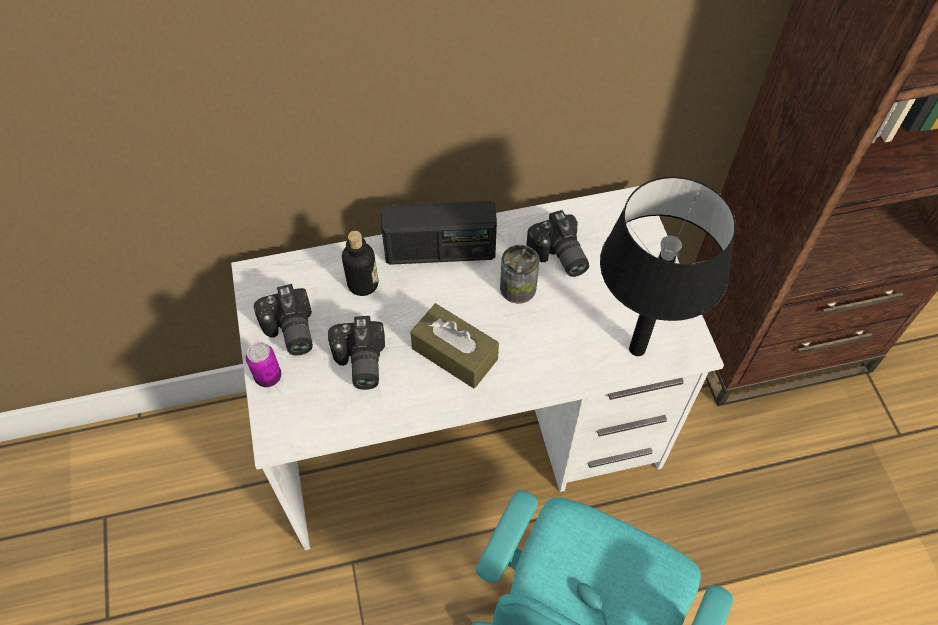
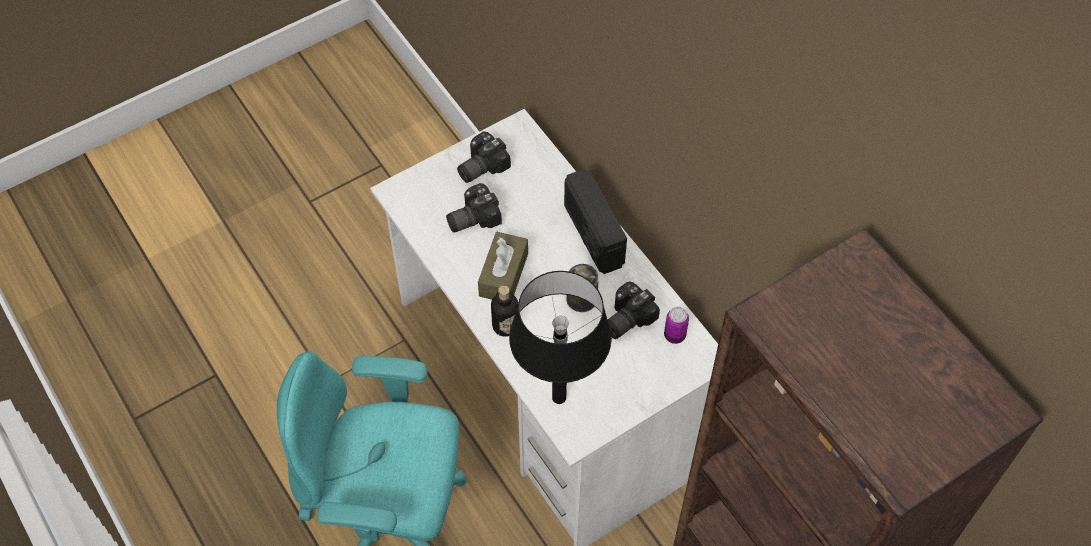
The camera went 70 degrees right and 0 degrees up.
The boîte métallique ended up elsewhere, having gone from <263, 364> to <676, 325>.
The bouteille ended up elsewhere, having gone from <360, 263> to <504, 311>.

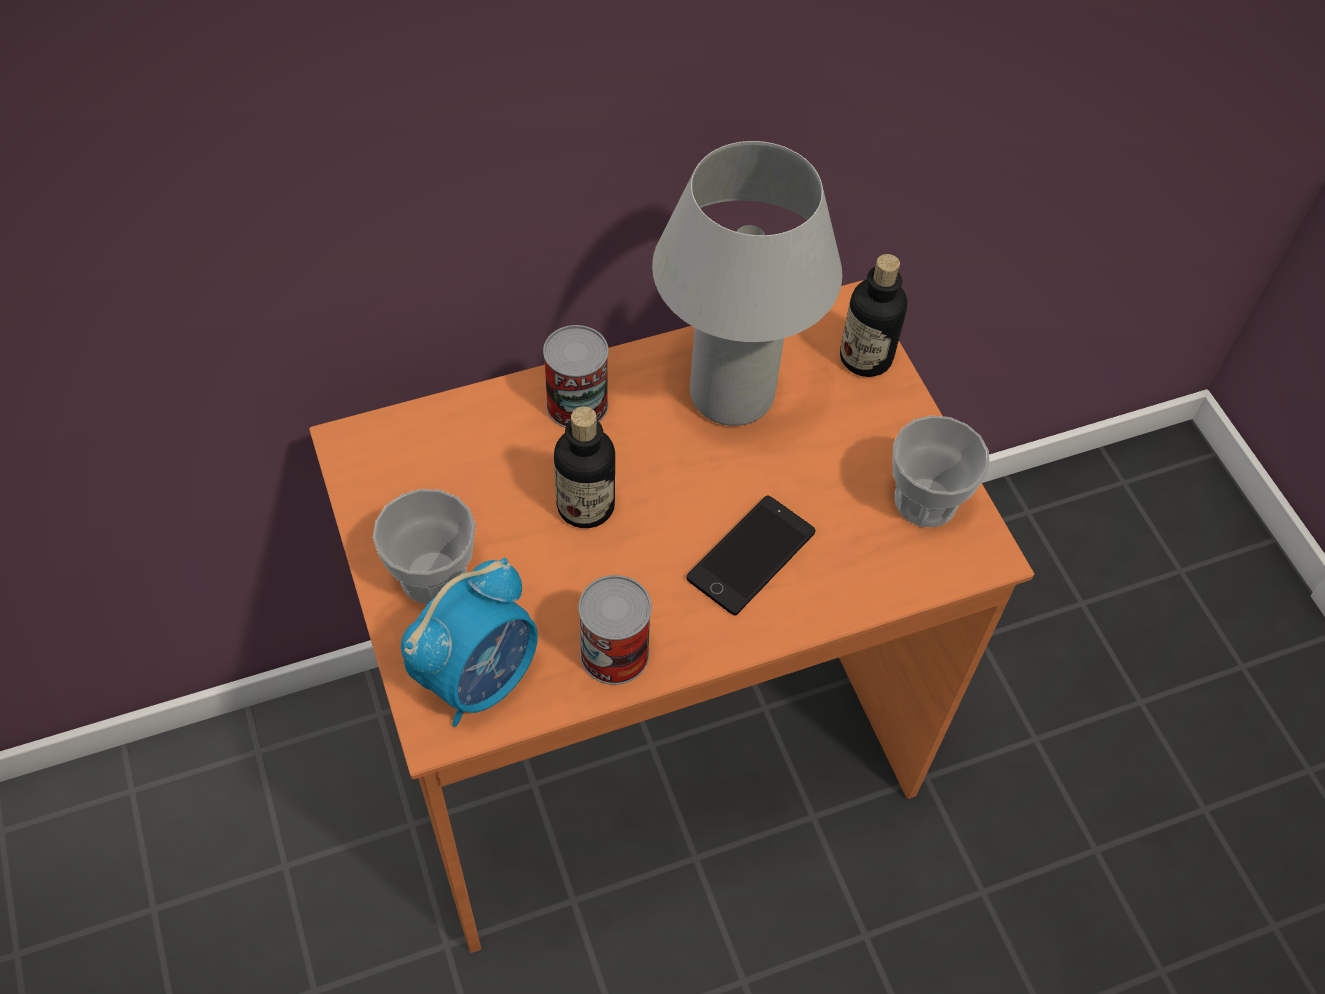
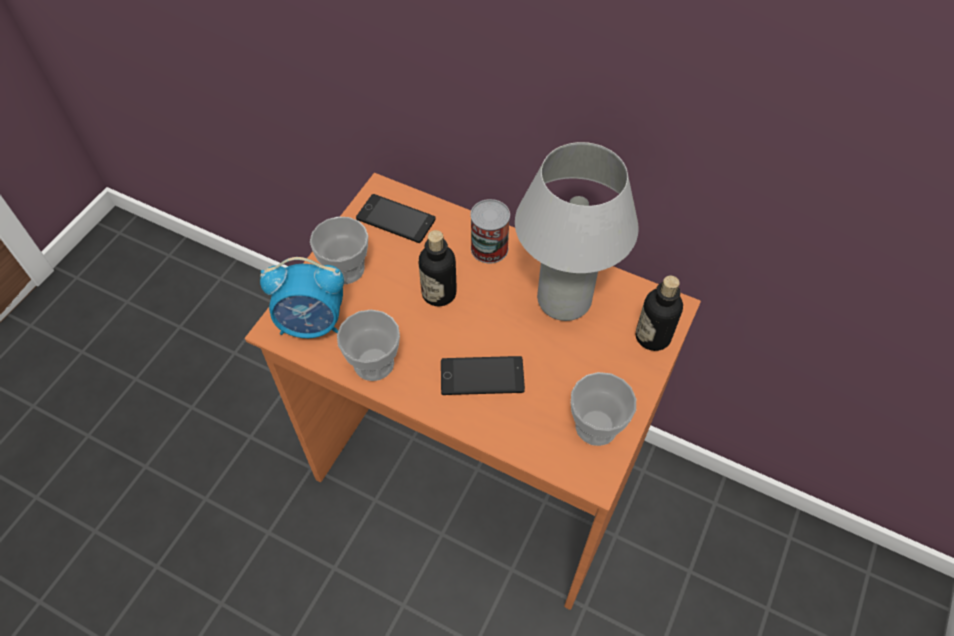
The camera went 50 degrees right and 0 degrees up.
Where the boîte métallique stood at <615, 630>, the tasse came to stand at <368, 345>.
The second view gained the téléphone at <395, 218>.

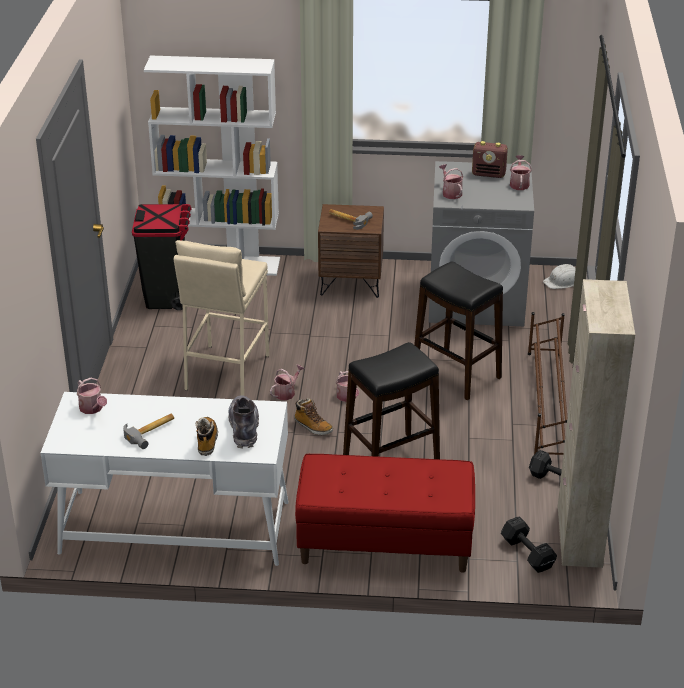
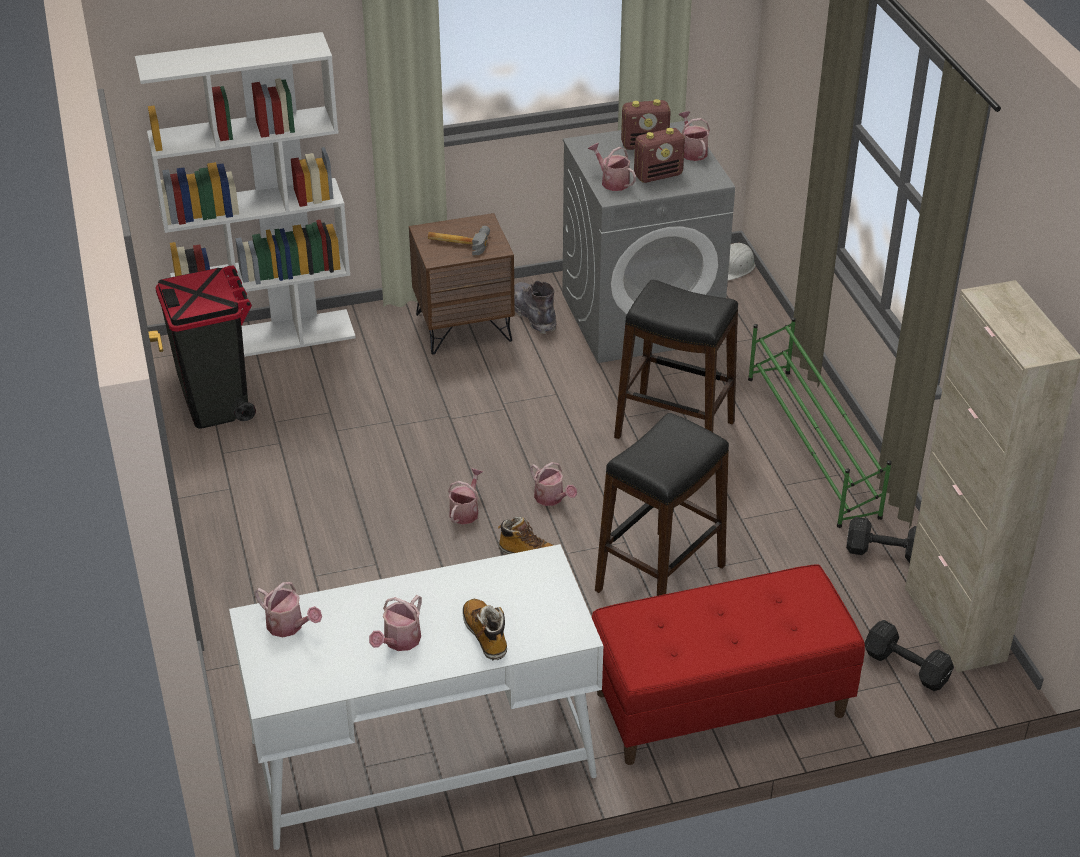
The camera went 20 degrees left and 5 degrees up.
Where the marteau stood at <148, 431>, the arrosoir came to stand at <395, 623>.
The second view lost the tabouret/beige at <221, 318>.
The botte/gris ended up elsewhere, having gone from <243, 422> to <535, 307>.
What was the étagère à chaussures/marron at <547, 383> turned into the étagère à chaussures/vert at <820, 422>.
The second view gained the radio at <659, 155>.

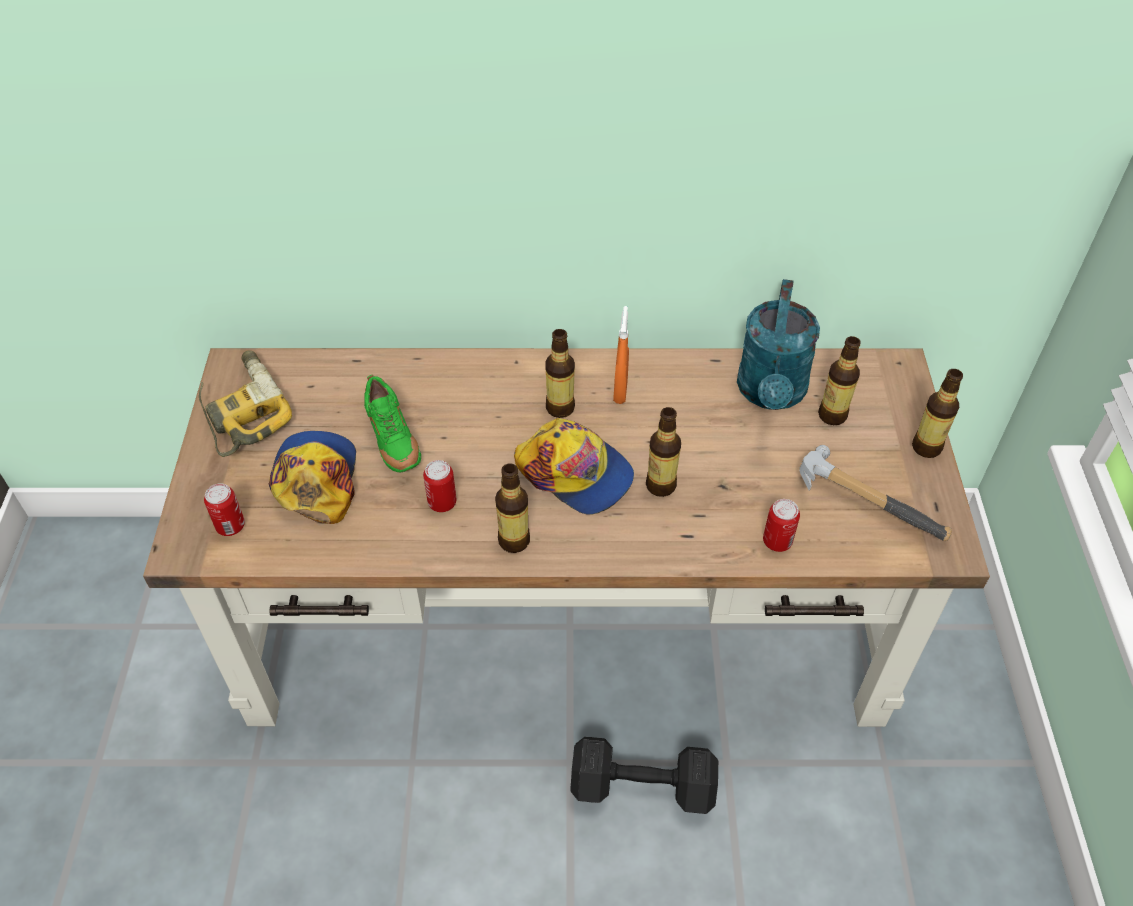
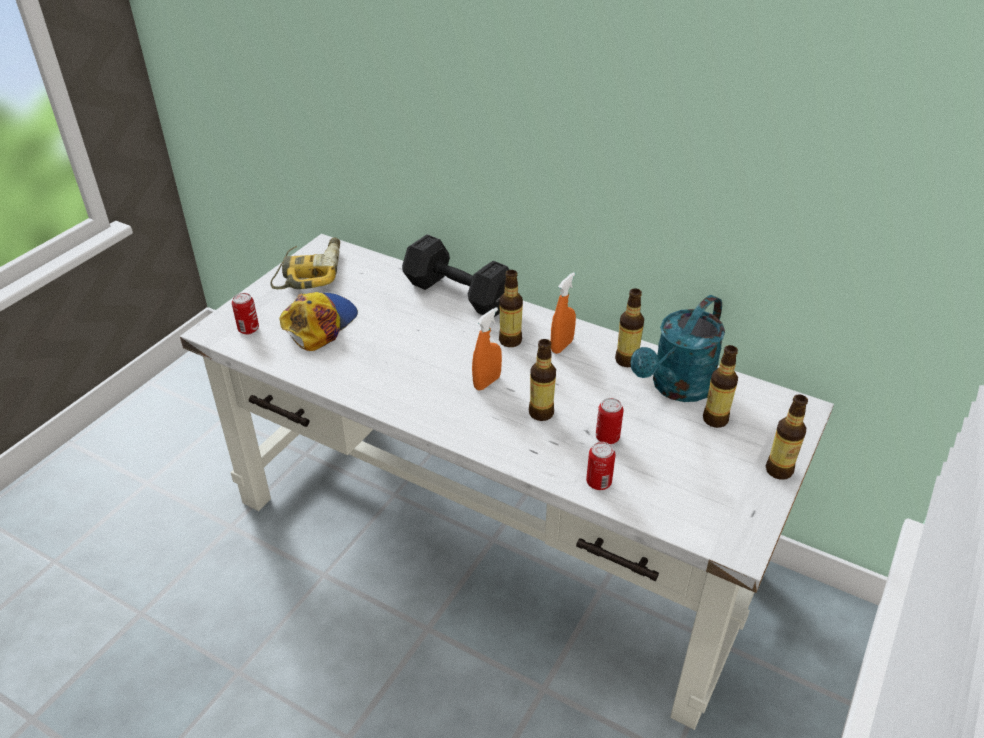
The camera went 30 degrees right and 10 degrees down.
What was the bureau/marron at <566, 537> turned into the bureau/blanc at <507, 482>.
The second view lost the chaussure/vert at <392, 423>.
The boîte métallique ended up elsewhere, having gone from <439, 486> to <610, 421>.
The bouteille ended up elsewhere, having gone from <512, 508> to <629, 327>.
Where the casquette stood at <574, 466>, the vaporisateur/orange came to stand at <487, 348>.
The haltère/noir ended up elsewhere, having gone from <644, 775> to <455, 275>.
The second view lost the marteau at <875, 493>.

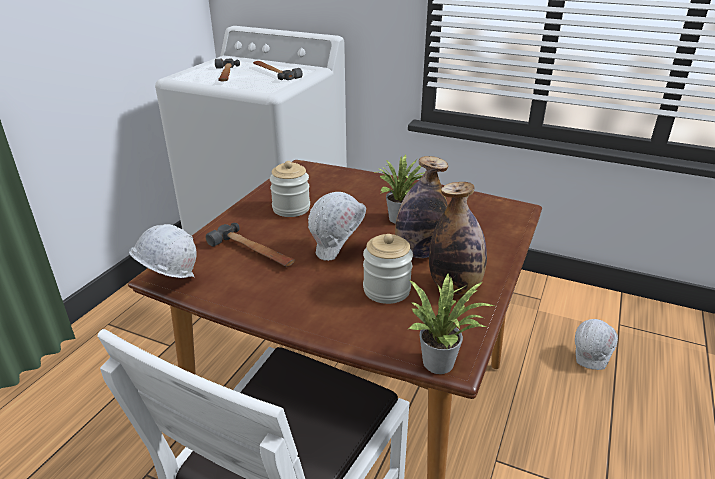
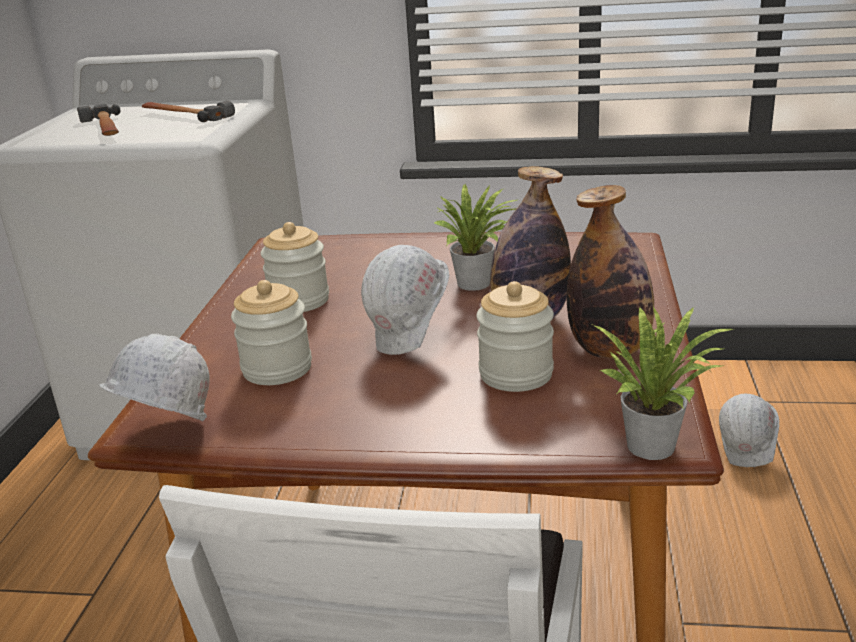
The camera went 15 degrees left and 5 degrees down.
Where the marteau stood at <250, 245>, the bocal came to stand at <271, 332>.

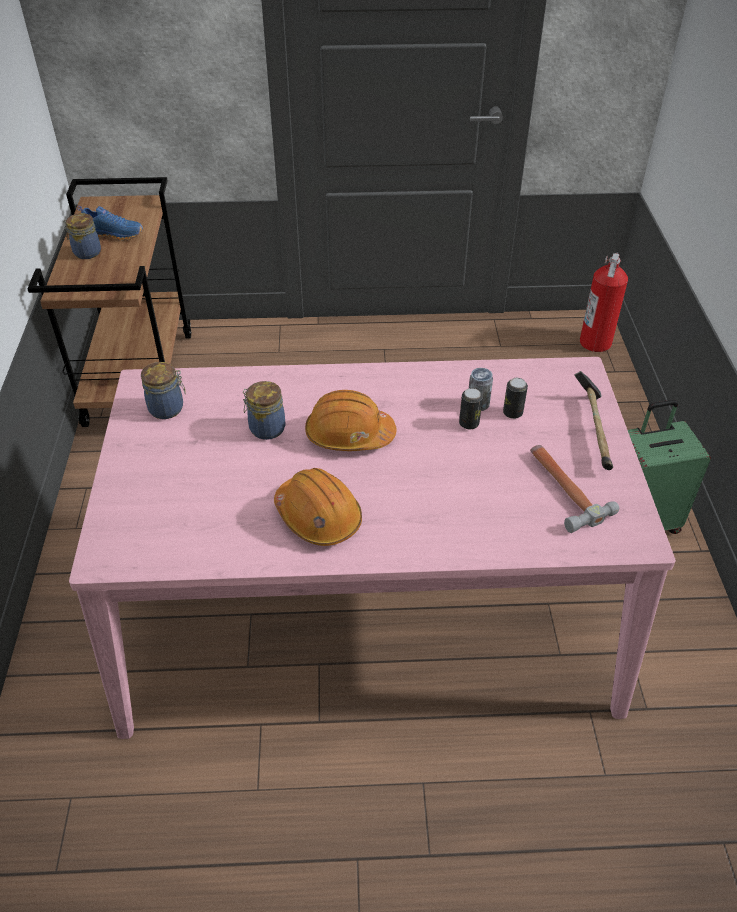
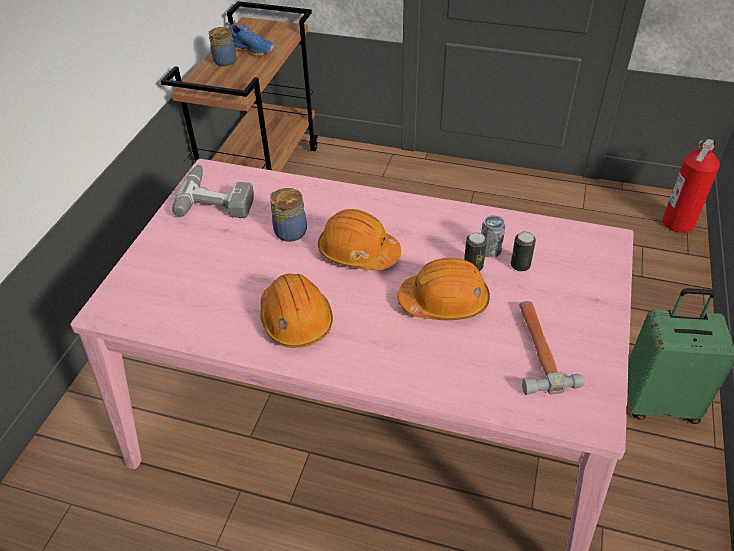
The camera went 20 degrees right and 0 degrees up.
Where the bocal stood at <163, 390>, the perceuse came to stand at <213, 191>.
The second view lost the marteau at <593, 420>.
The second view gained the casque de chantier/orange at <443, 289>.

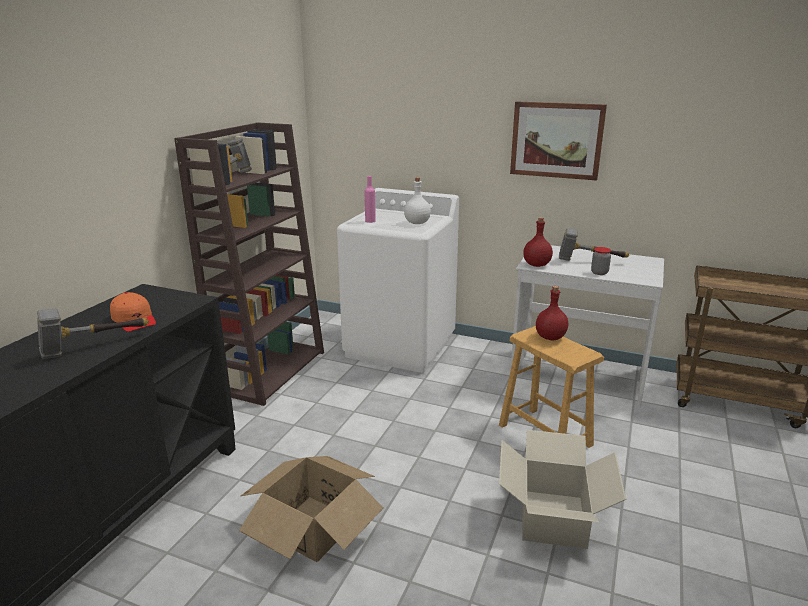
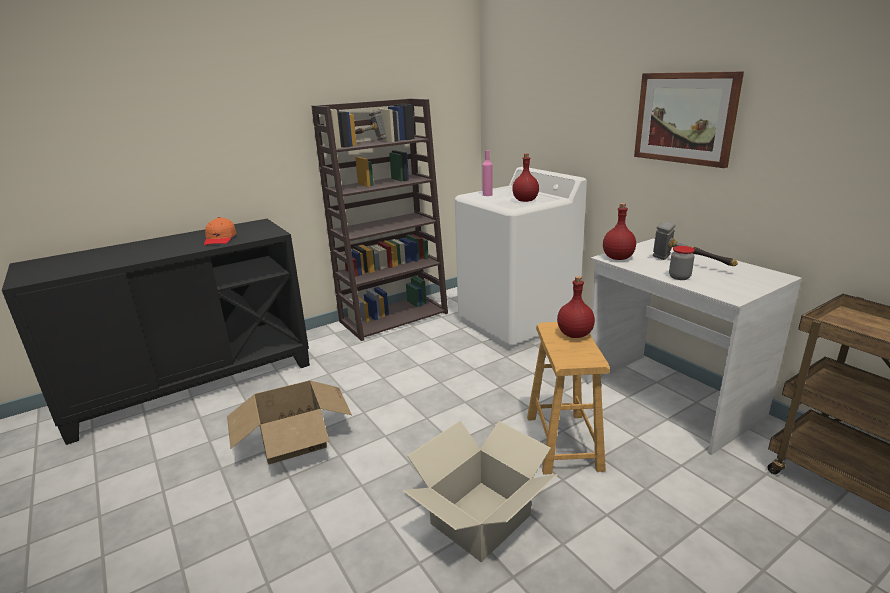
The camera went 35 degrees right and 0 degrees up.
The second view lost the marteau at <93, 334>.
What was the bouteille/blanc at <417, 200> turned into the bouteille/rouge at <525, 178>.

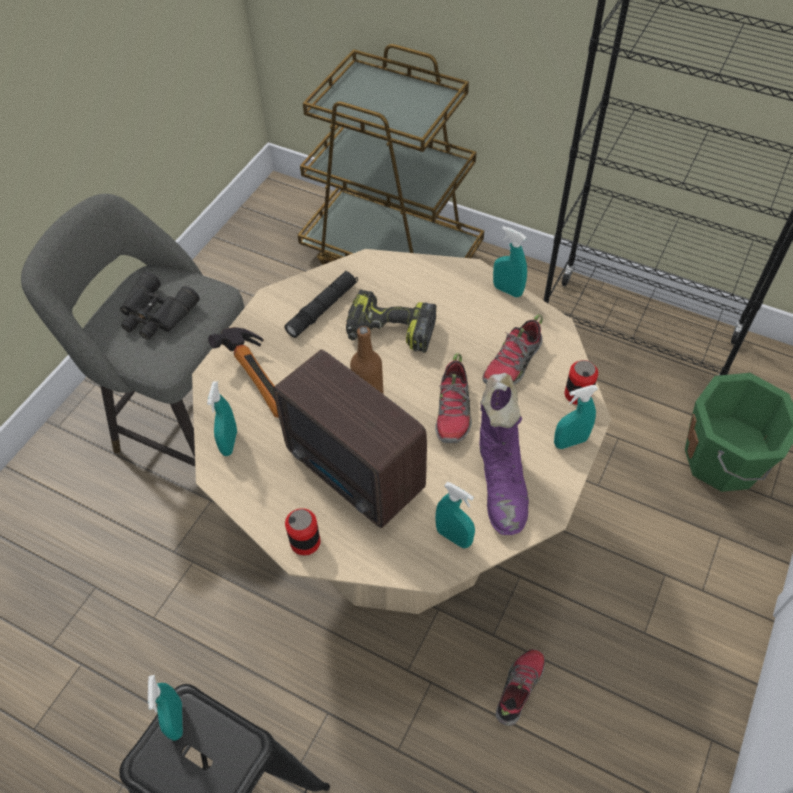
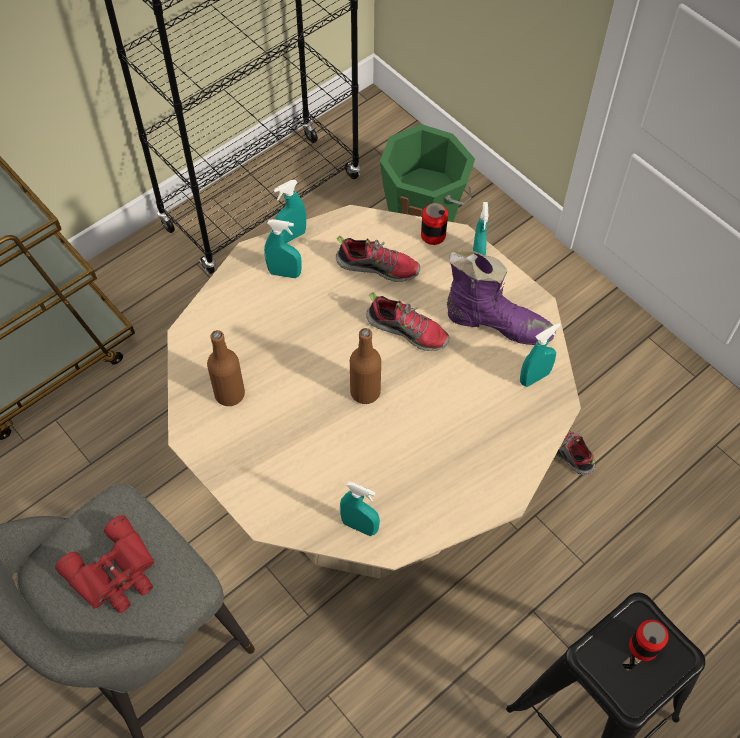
The camera went 70 degrees left and 5 degrees up.
What was the jumelles/noir at <160, 305> turned into the jumelles/rouge at <104, 564>.
The vaporisateur/turquoise ended up elsewhere, having gone from <165, 708> to <283, 248>.
The second view lost the marteau at <243, 372>.
The second view lost the radio at <350, 439>.
Where the lampe de poche/noir stood at <321, 304>, the bouteille/marron came to stand at <226, 368>.
The boîte métallique ended up elsewhere, having gone from <303, 531> to <649, 640>.
The second view lost the perceuse at <391, 321>.
The chaussure at <512, 349> ended up facing another way, 45 degrees counterclockwise from before.

